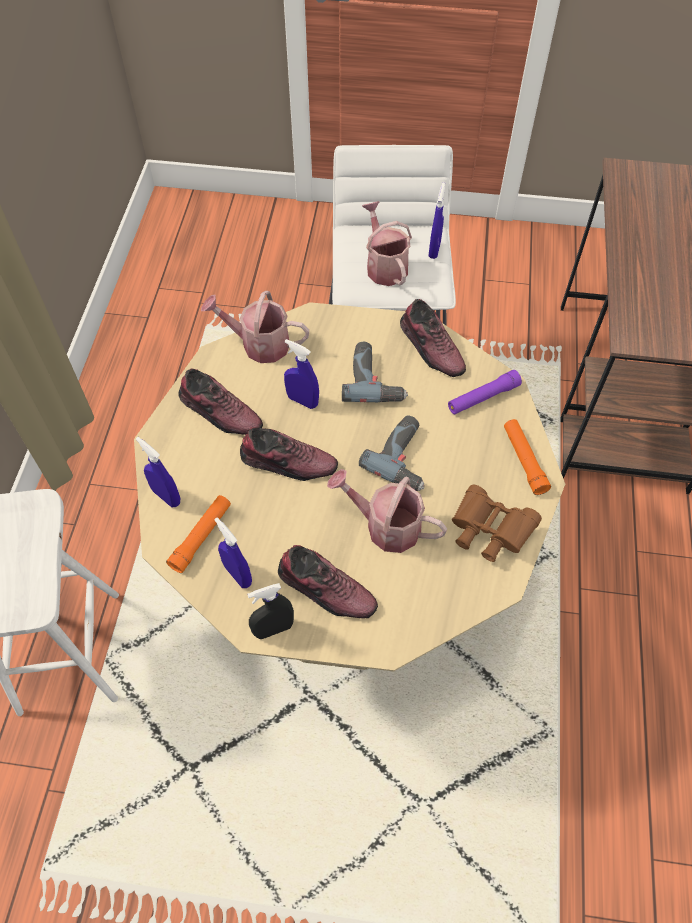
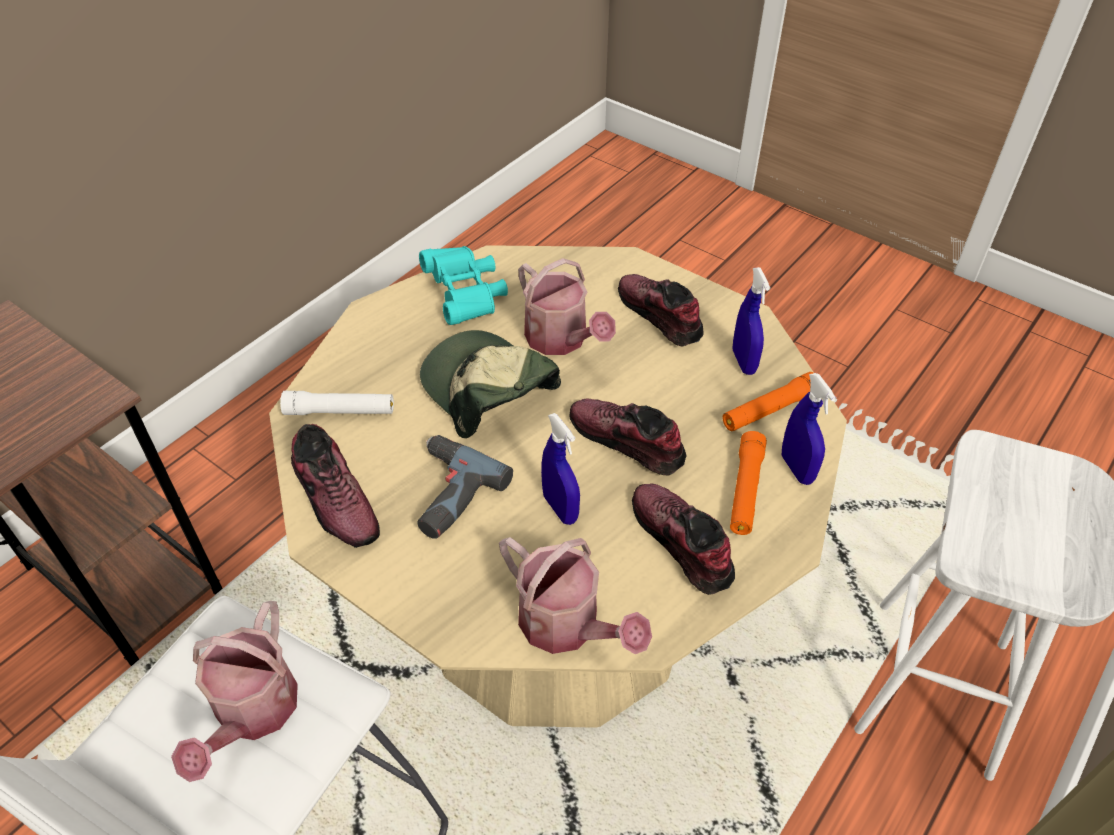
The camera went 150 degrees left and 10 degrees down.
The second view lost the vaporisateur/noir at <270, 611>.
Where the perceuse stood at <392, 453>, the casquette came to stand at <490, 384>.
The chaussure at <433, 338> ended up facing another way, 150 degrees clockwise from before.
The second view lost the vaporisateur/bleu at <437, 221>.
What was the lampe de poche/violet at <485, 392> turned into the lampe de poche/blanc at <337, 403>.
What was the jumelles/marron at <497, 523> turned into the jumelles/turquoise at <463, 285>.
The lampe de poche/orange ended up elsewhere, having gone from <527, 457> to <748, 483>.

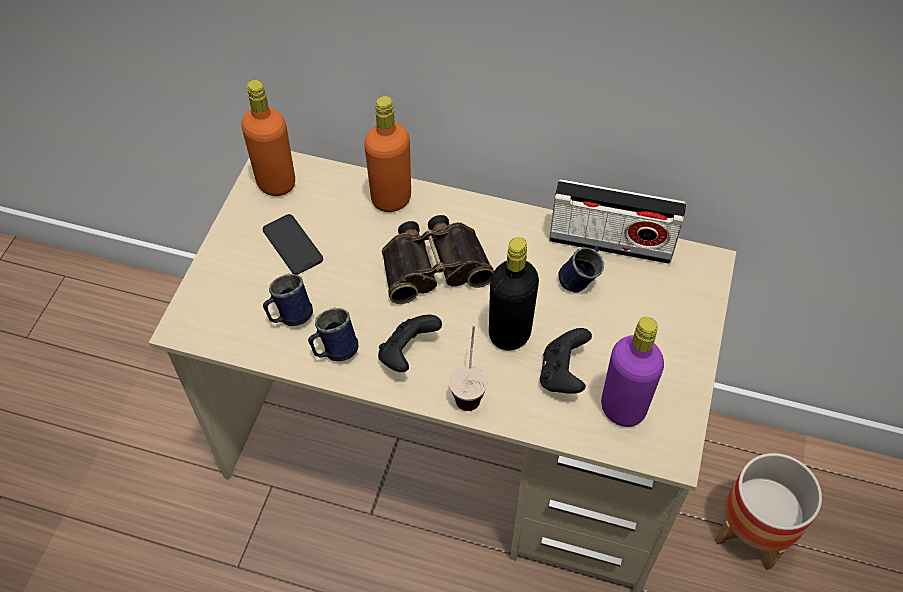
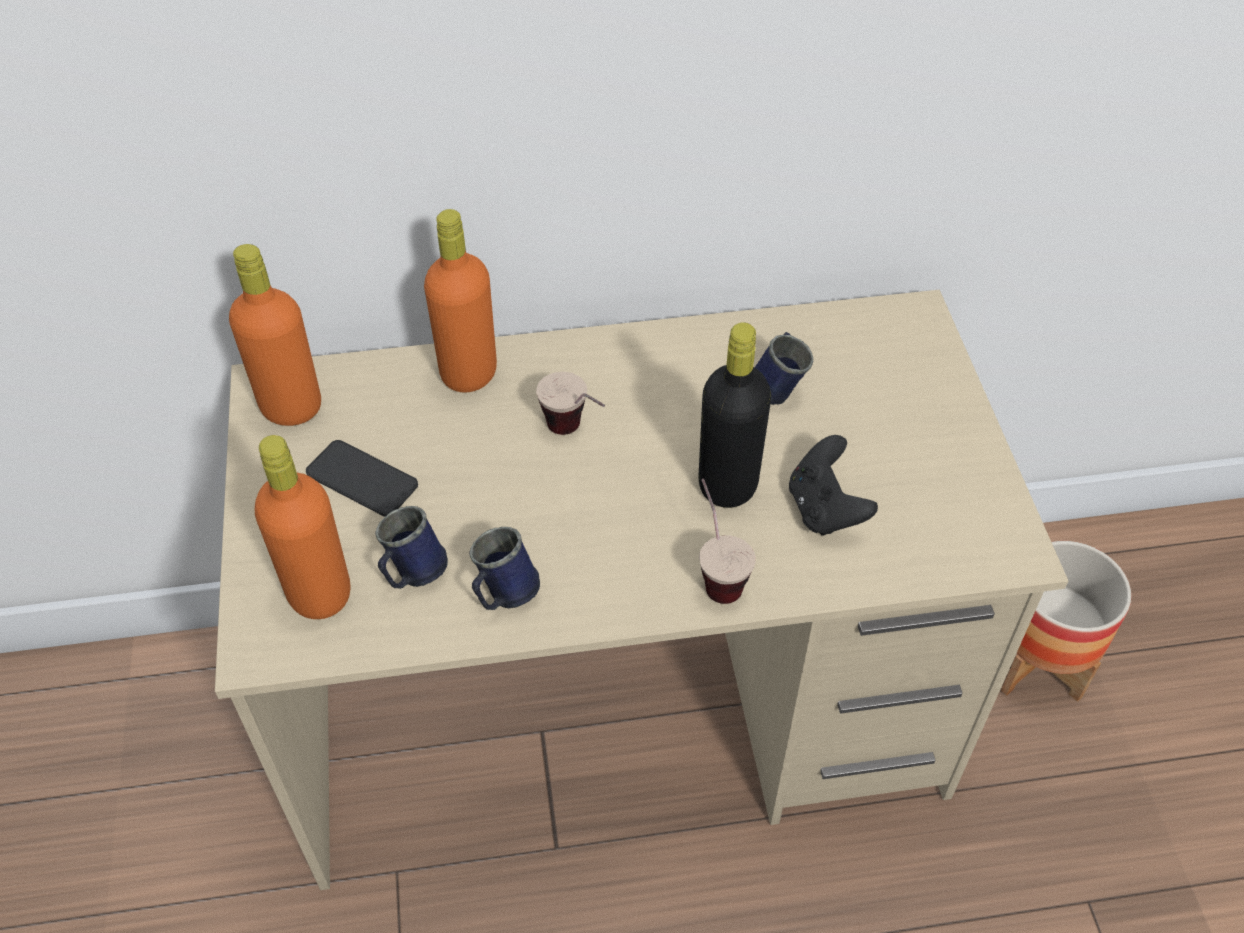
The camera went 25 degrees left and 5 degrees down.
The second view lost the manette/noir at <410, 343>.
Where the jumelles stood at <438, 259>, the tasse came to stand at <570, 403>.
The second view lost the radio at <617, 221>.
The second view lost the bouteille/violet at <632, 372>.
The second view gained the bouteille/orange at <303, 527>.

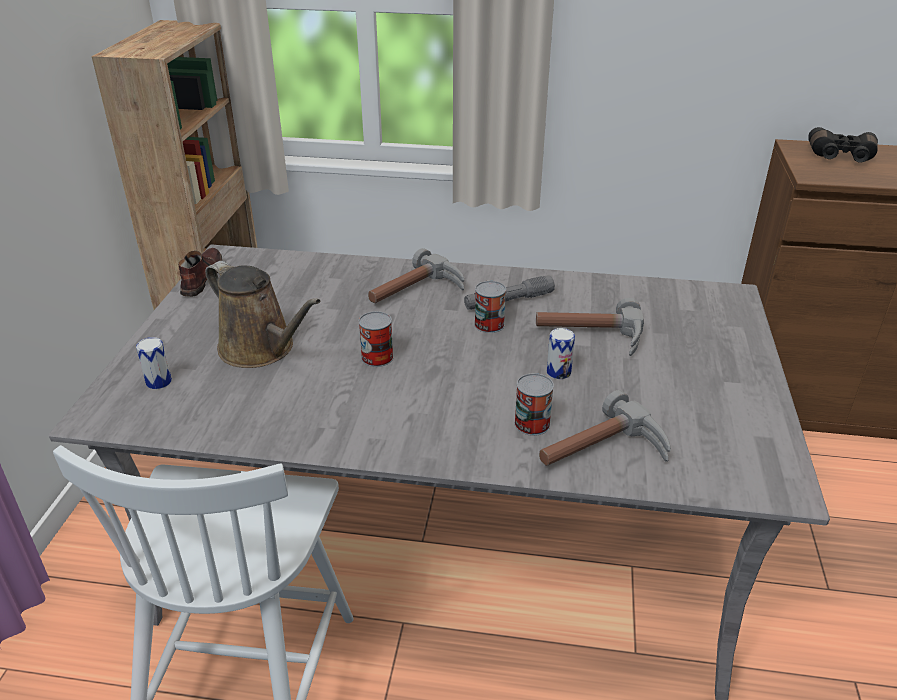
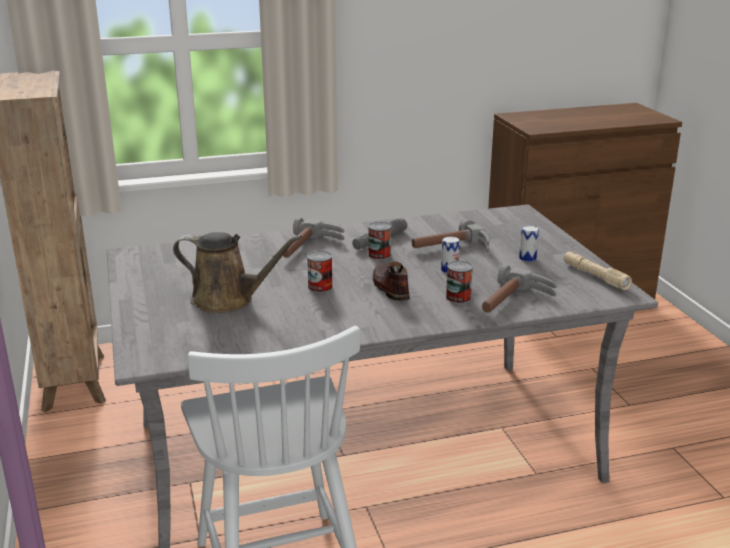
The camera went 25 degrees left and 10 degrees down.
The boîte métallique ended up elsewhere, having gone from <154, 363> to <529, 244>.
The chaussure/marron ended up elsewhere, having gone from <200, 272> to <391, 281>.
The second view lost the jumelles/noir at <843, 145>.
The second view gained the lampe de poche/beige at <598, 271>.

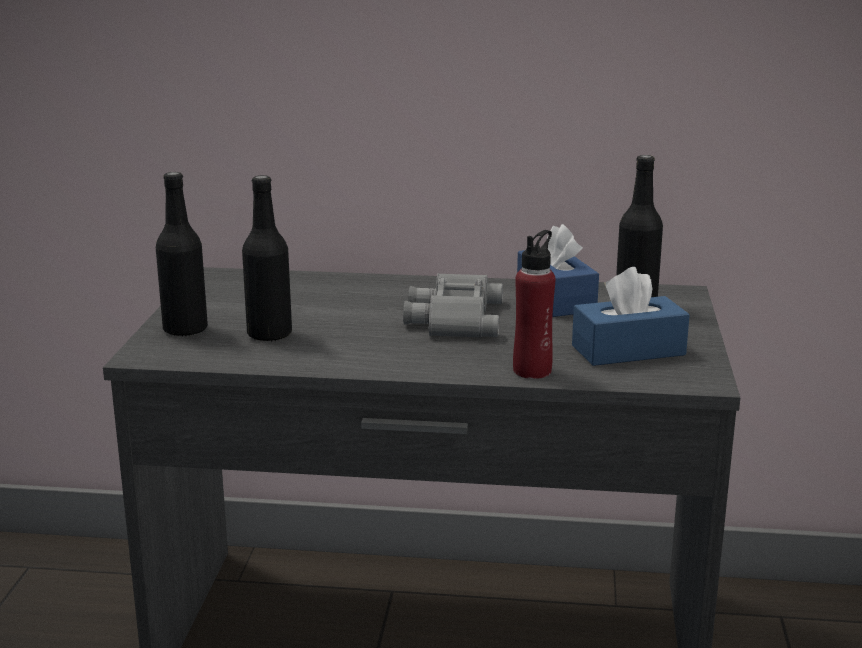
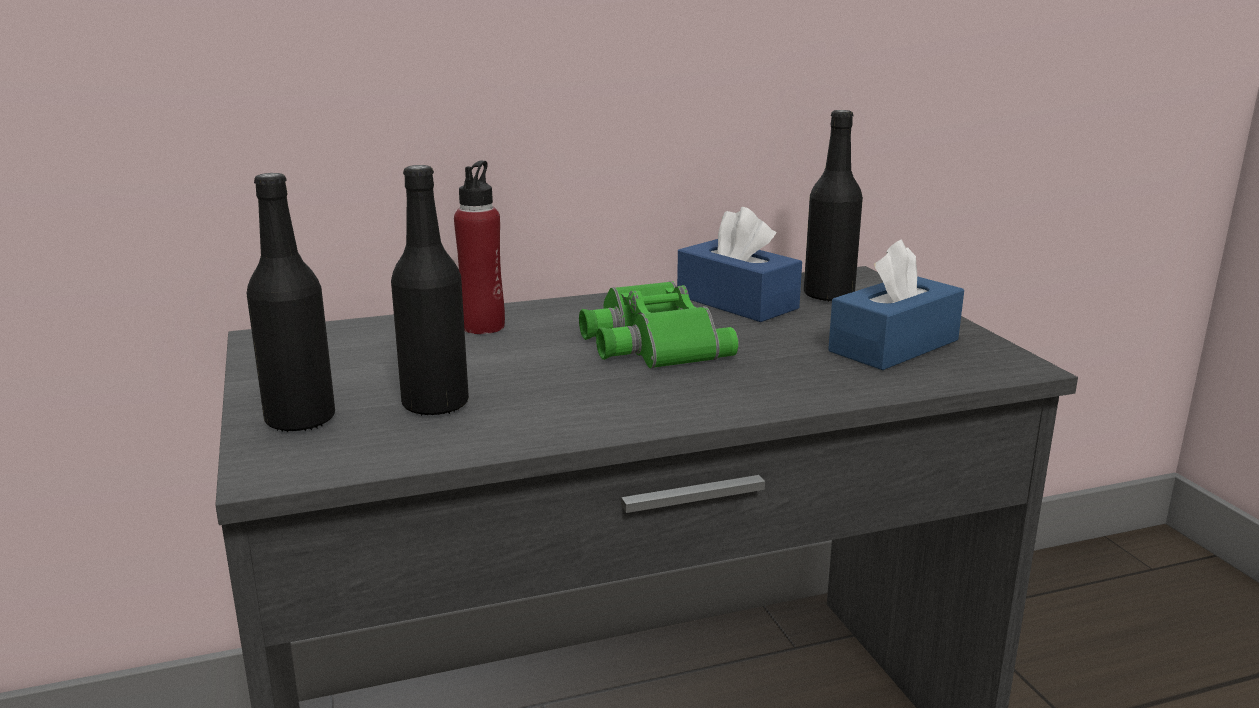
The camera went 25 degrees left and 0 degrees up.
What was the jumelles/gris at <453, 305> turned into the jumelles/vert at <659, 325>.
The bouteille/rouge ended up elsewhere, having gone from <534, 304> to <479, 247>.

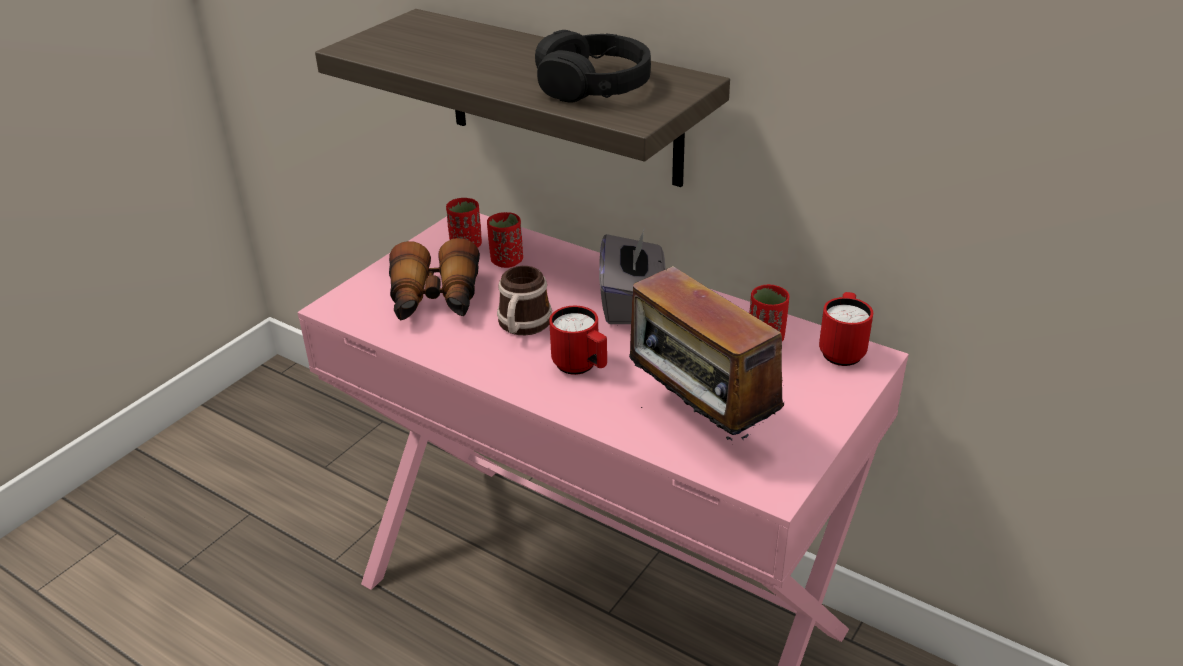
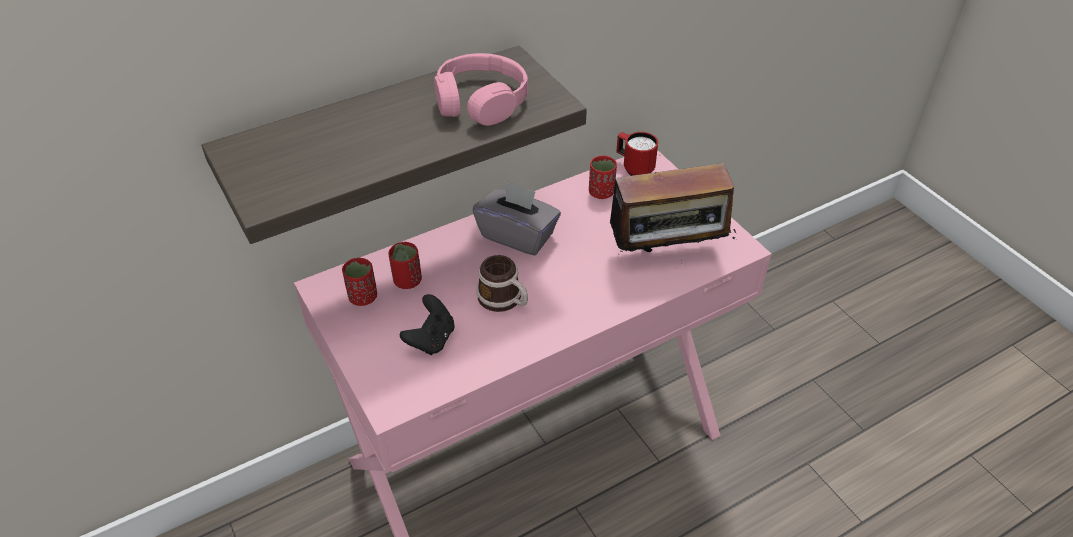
The camera went 65 degrees left and 10 degrees up.
Where the jumelles stood at <434, 279>, the manette/noir came to stand at <427, 324>.
What was the casque audio/noir at <593, 66> turned into the casque audio/rose at <481, 89>.
The second view lost the mug/rouge at <578, 340>.

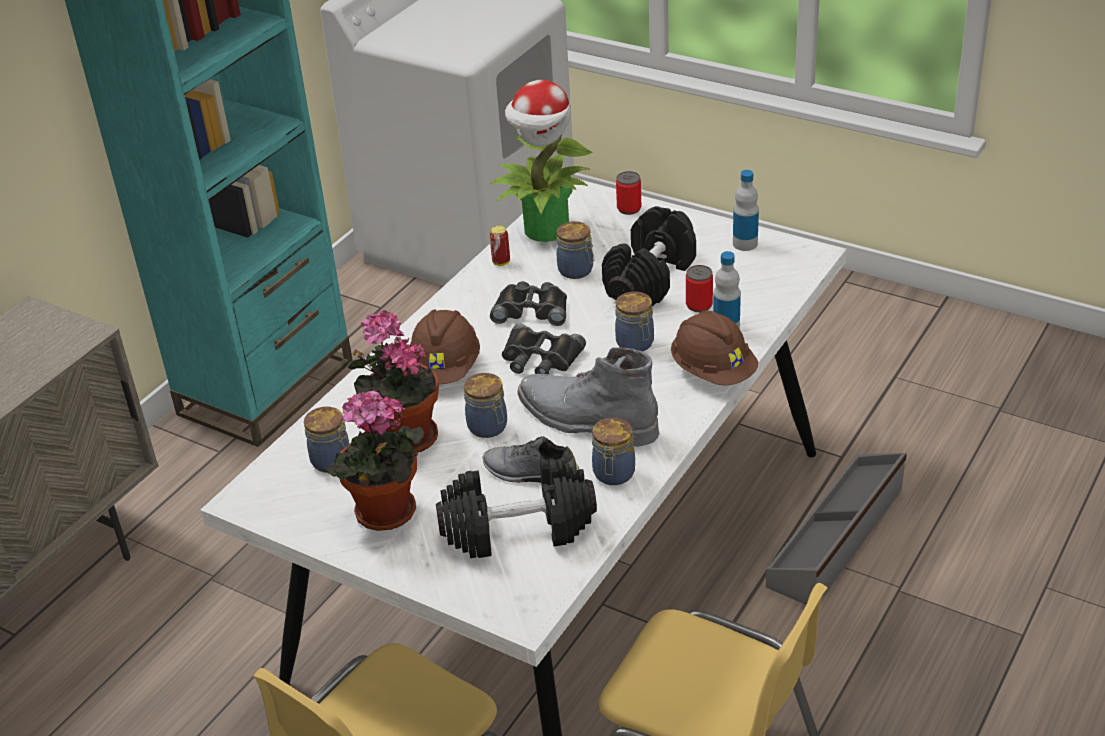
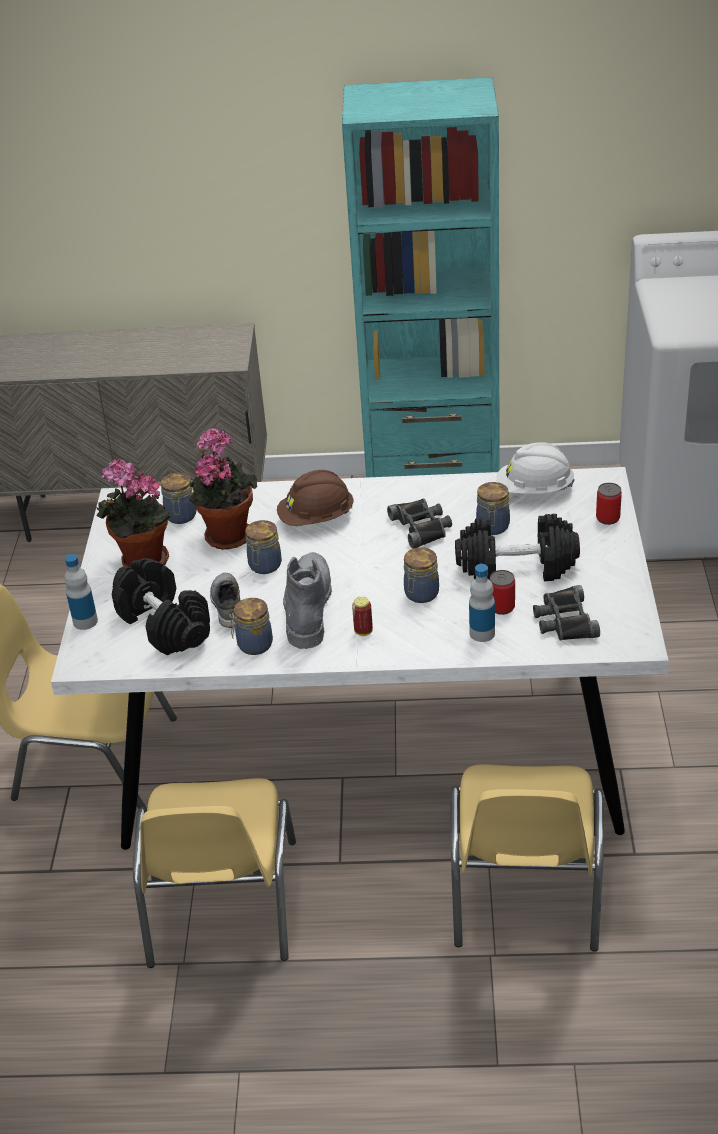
The camera went 60 degrees right and 0 degrees up.
Where the plante en pot stood at <541, 160>, the casque de chantier/blanc came to stand at <536, 468>.
The boîte métallique ended up elsewhere, having gone from <500, 246> to <362, 616>.
The jumelles/noir ended up elsewhere, having gone from <544, 349> to <566, 612>.
The second view lost the casque de chantier/marron at <714, 348>.
The bouteille ended up elsewhere, having gone from <746, 210> to <81, 592>.
Where the boîte de rangement/gris stood at <836, 529>, the chaise/jaune came to stand at <527, 858>.

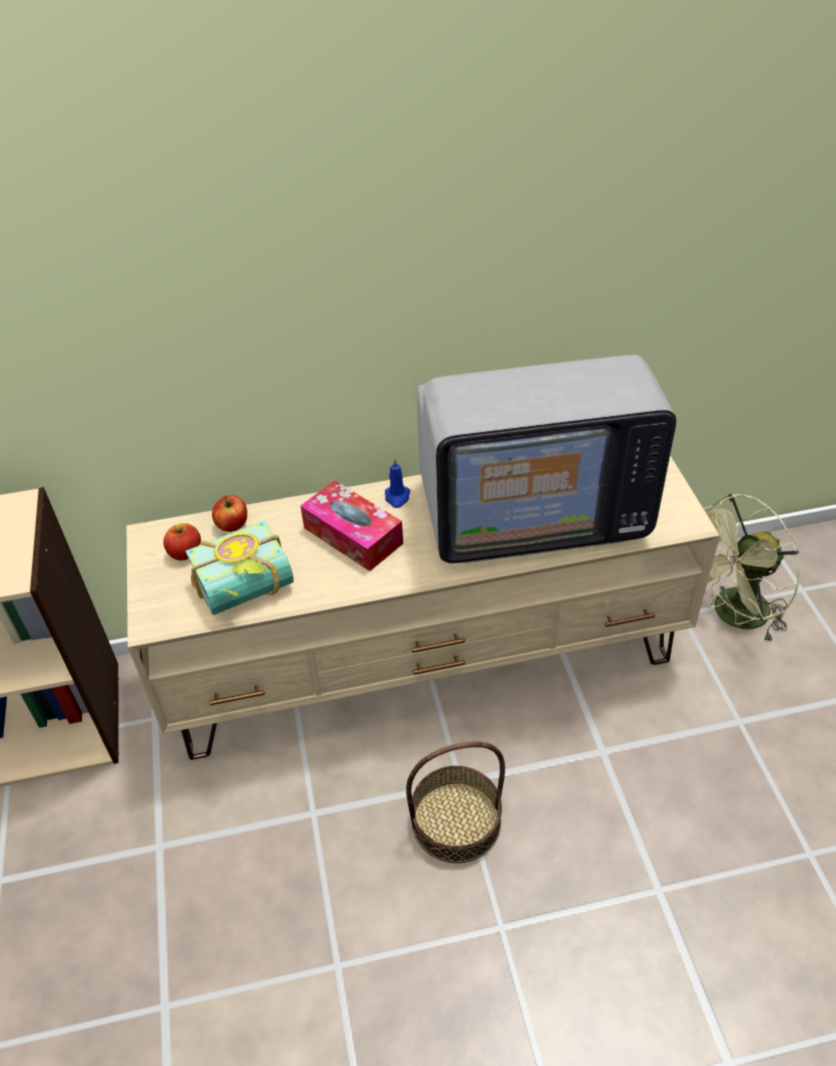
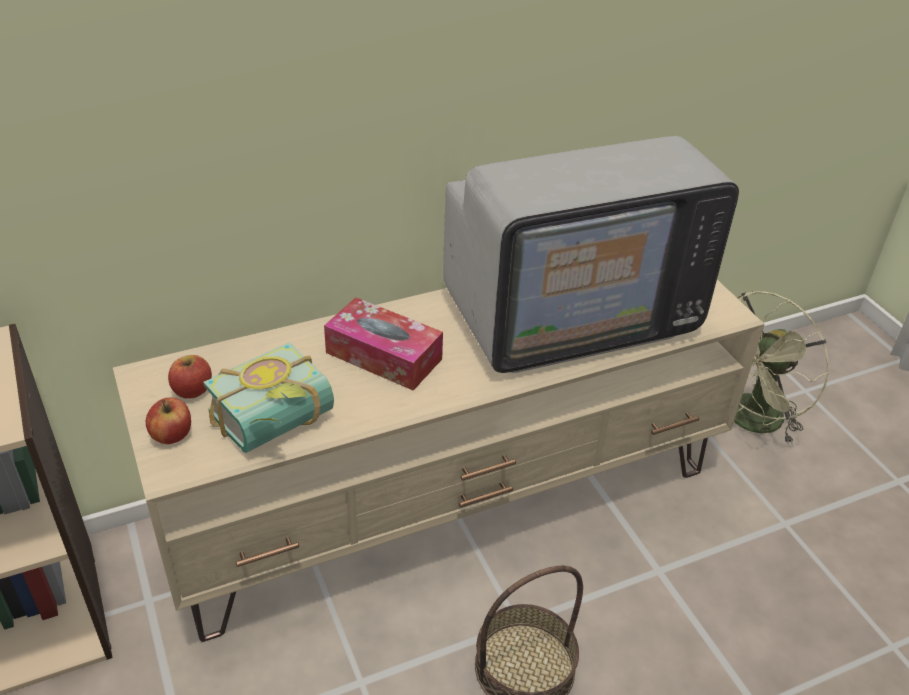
The camera went 15 degrees left and 5 degrees down.
The pomme ended up elsewhere, having gone from <229, 513> to <168, 420>.
The second view lost the bougie/bleu at <397, 483>.

